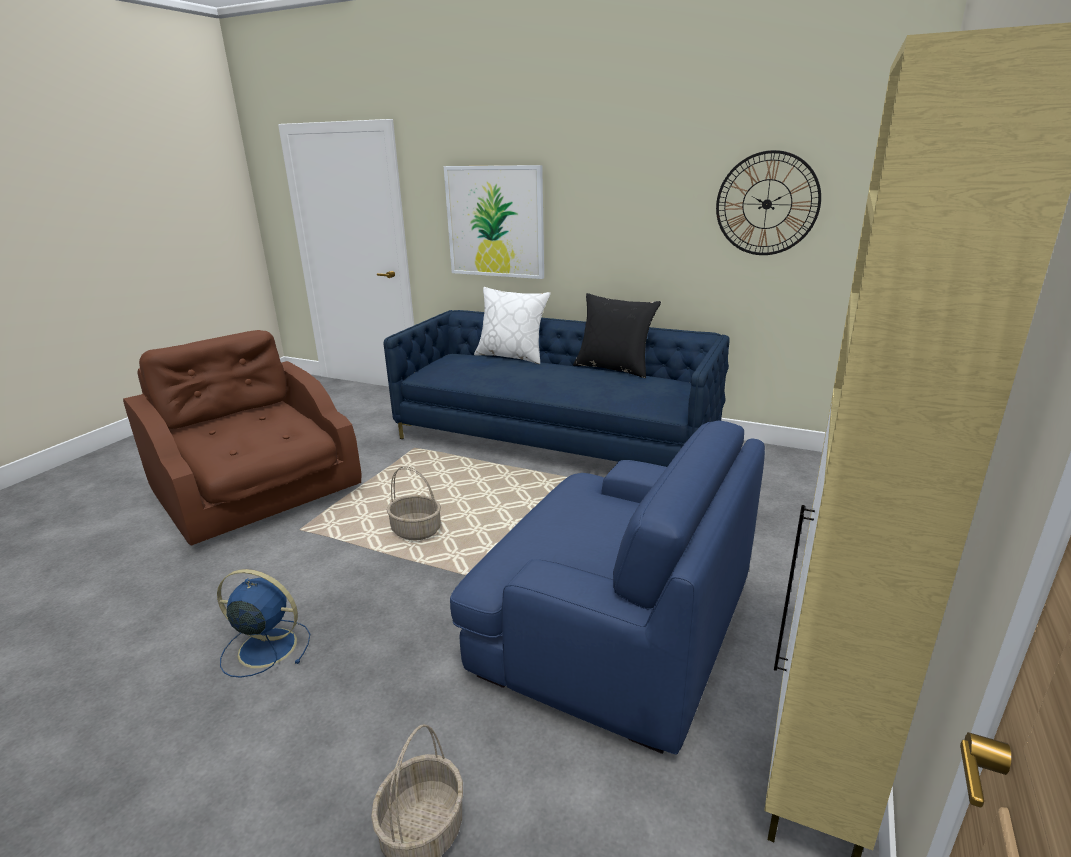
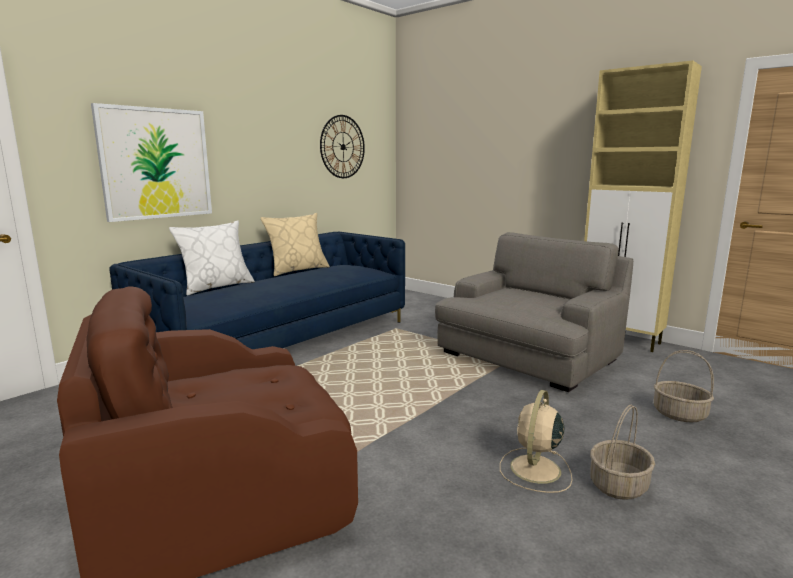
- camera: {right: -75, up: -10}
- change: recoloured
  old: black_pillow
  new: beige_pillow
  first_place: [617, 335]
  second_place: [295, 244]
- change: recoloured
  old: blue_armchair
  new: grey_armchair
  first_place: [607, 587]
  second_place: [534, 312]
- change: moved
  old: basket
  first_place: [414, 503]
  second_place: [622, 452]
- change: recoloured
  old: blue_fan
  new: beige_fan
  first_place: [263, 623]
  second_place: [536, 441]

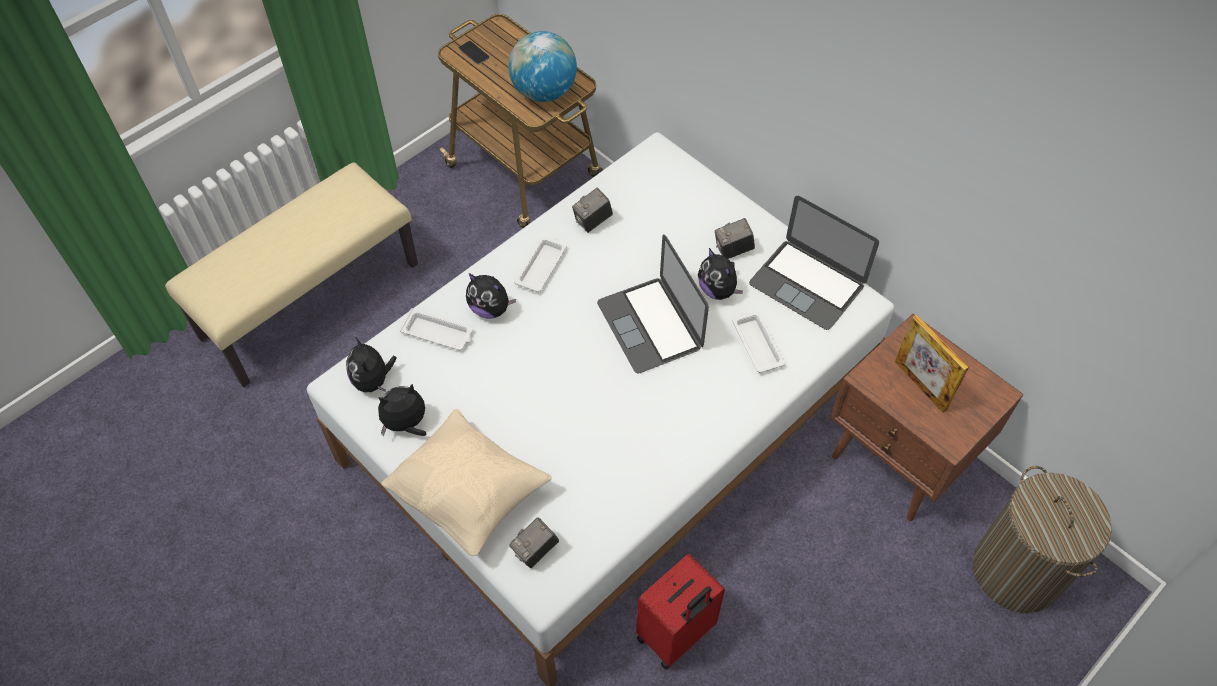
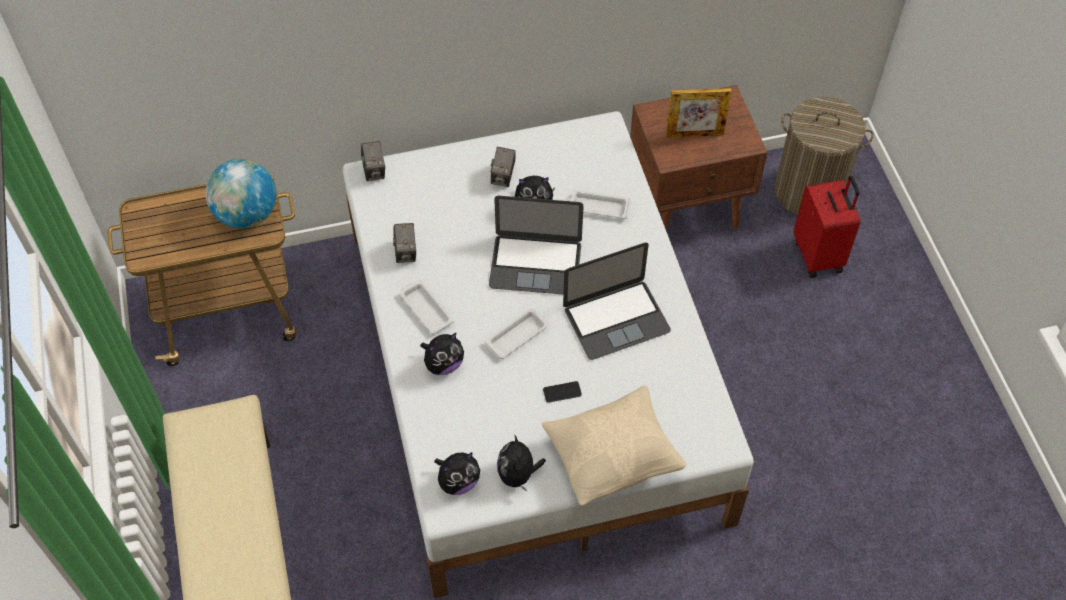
- camera: {right: -60, up: 0}
- change: moved
  old: phone
  first_place: [474, 53]
  second_place: [562, 392]
- change: moved
  old: laptop
  first_place: [814, 263]
  second_place: [617, 301]
- change: moved
  old: white_tray
  first_place: [436, 329]
  second_place: [517, 333]
- change: turned
  old: plush_toy
  first_place: [371, 364]
  second_place: [457, 473]
  degrees: -45
- change: moved
  old: photo_camera
  first_place: [534, 542]
  second_place: [373, 161]
- change: moved
  old: red_suitcase
  first_place: [680, 612]
  second_place: [827, 227]

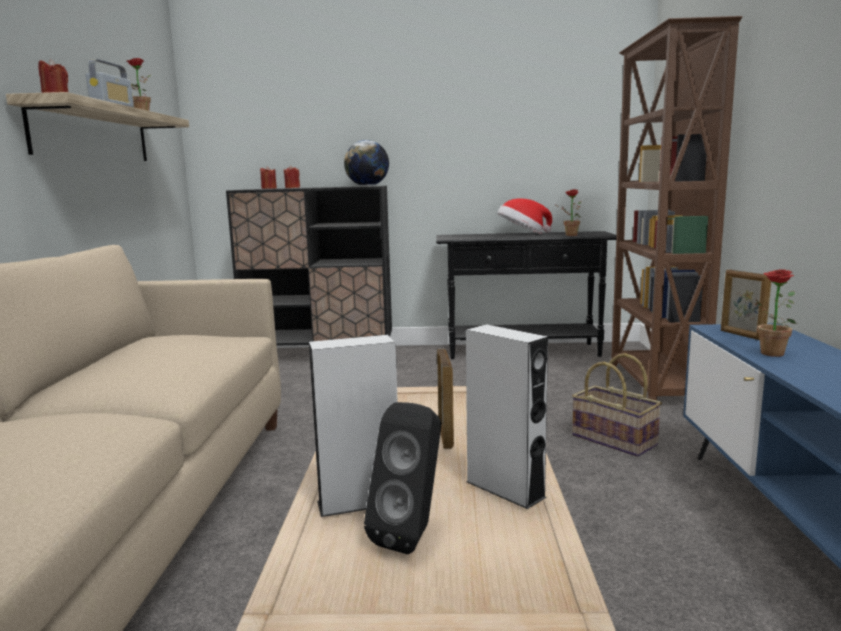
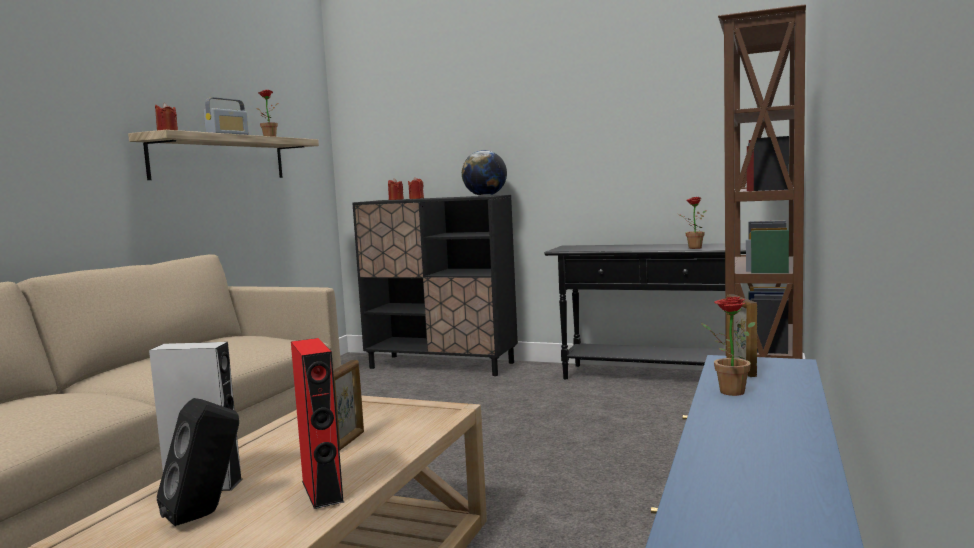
- camera: {right: 20, up: -5}
- change: removed
  old: hat
  first_place: [524, 216]
- change: recoloured
  old: grey_speaker
  new: red_speaker
  first_place: [507, 416]
  second_place: [317, 423]
- change: removed
  old: basket
  first_place: [617, 405]

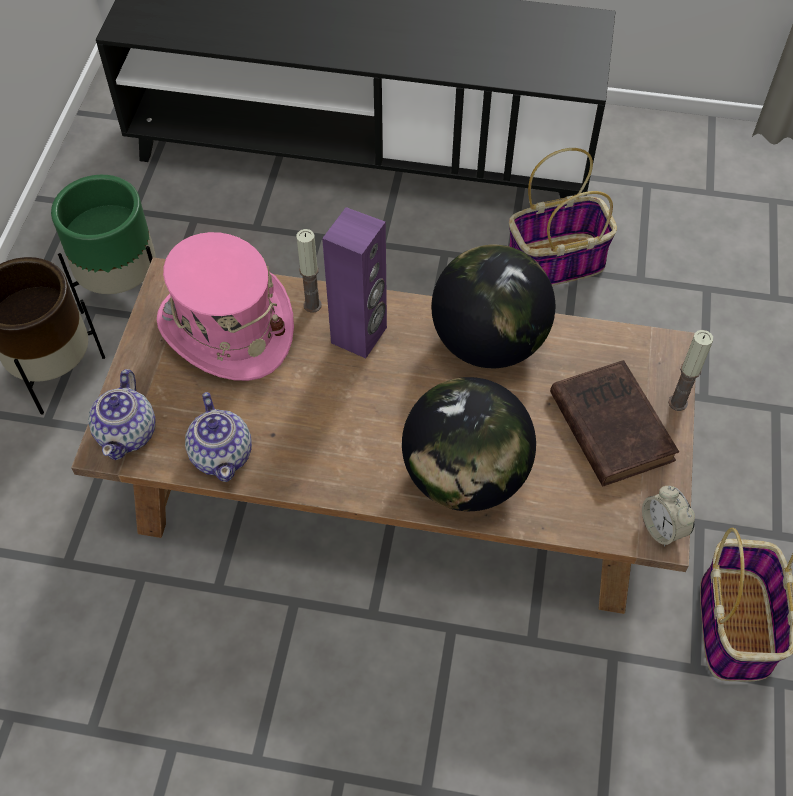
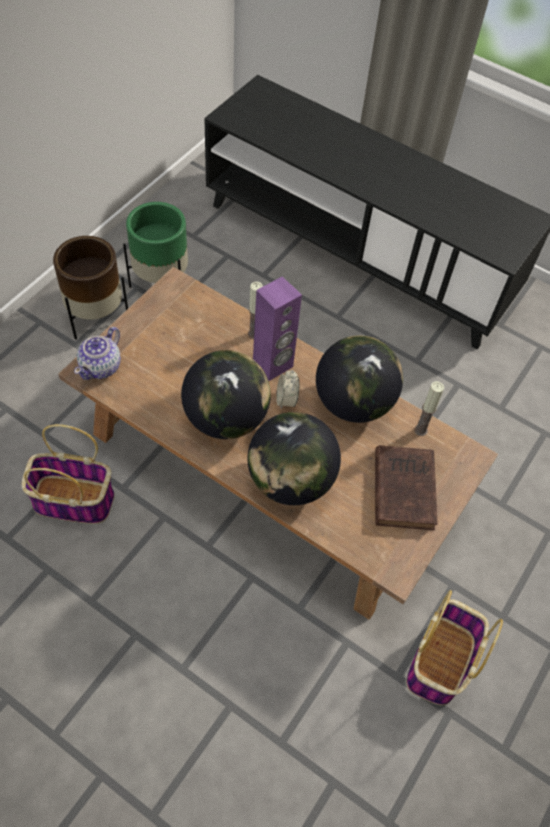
- camera: {right: 20, up: 0}
- change: moved
  old: basket
  first_place: [563, 217]
  second_place: [68, 474]
- change: removed
  old: pink_hat
  first_place: [225, 306]
- change: moved
  old: candle
  first_place: [690, 370]
  second_place: [429, 408]
- change: removed
  old: teapot
  first_place: [218, 437]
- change: moved
  old: alarm_clock
  first_place: [668, 516]
  second_place: [287, 389]
- change: added
  new: globe
  second_place: [226, 394]

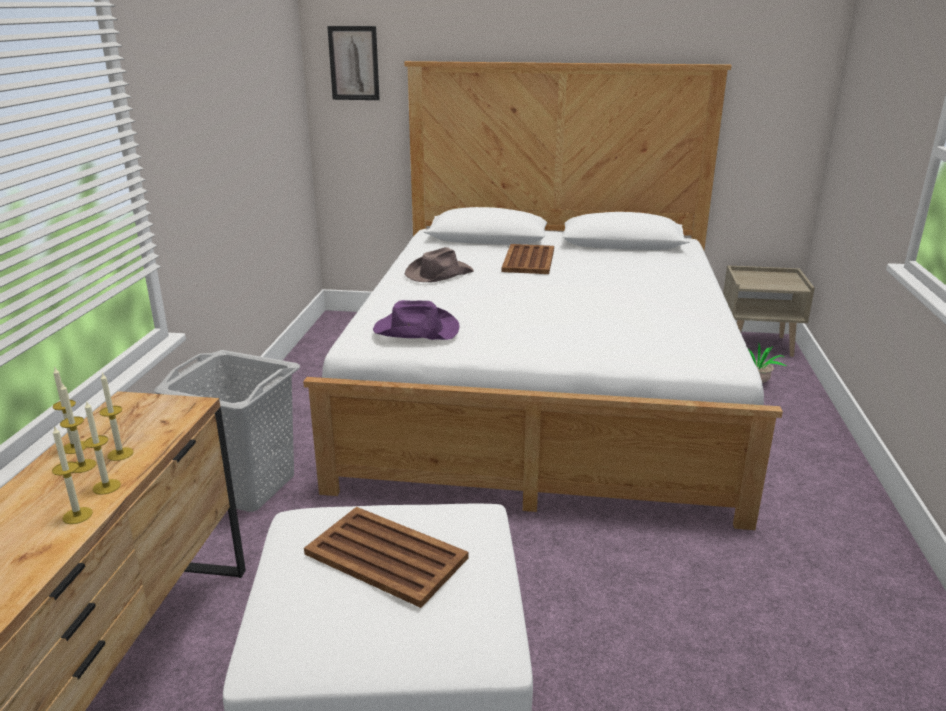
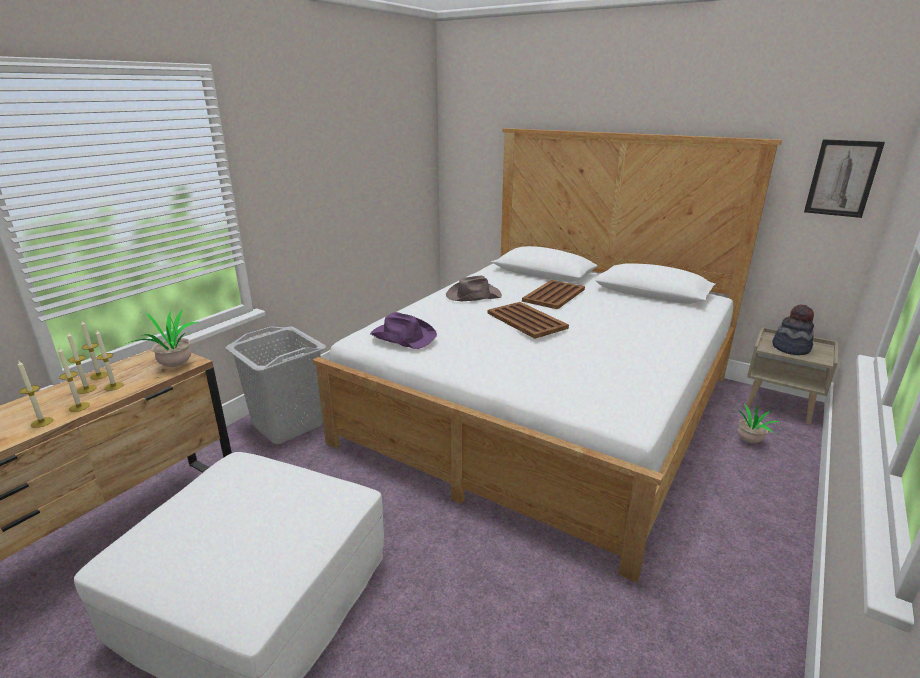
- camera: {right: 25, up: 0}
- change: moved
  old: picture
  first_place: [353, 63]
  second_place: [844, 178]
- change: moved
  old: brown_tray
  first_place: [386, 557]
  second_place: [528, 320]
- change: added
  new: hat
  second_place: [793, 329]
- change: added
  new: potted_plant
  second_place: [163, 338]

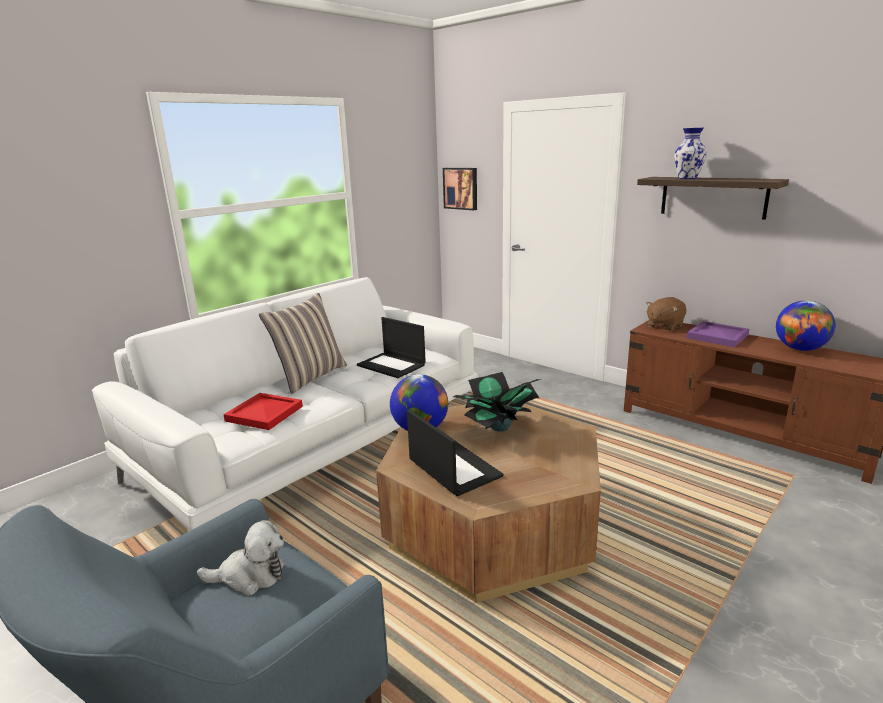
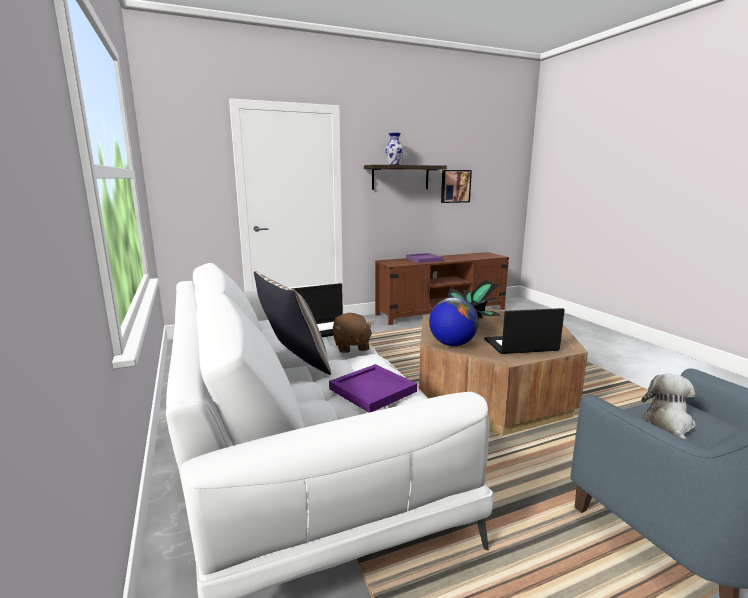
- camera: {right: -65, up: -5}
- change: moved
  old: picture
  first_place: [460, 189]
  second_place: [456, 186]
- change: moved
  old: brown_plush_toy
  first_place: [666, 314]
  second_place: [353, 333]
- change: removed
  old: globe
  first_place: [806, 325]
- change: recoloured
  old: red_tray
  new: purple_tray
  first_place: [263, 411]
  second_place: [373, 388]

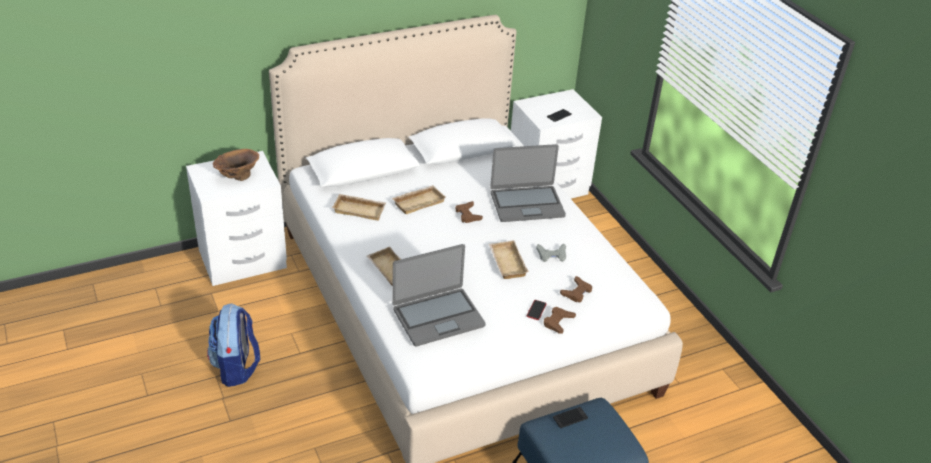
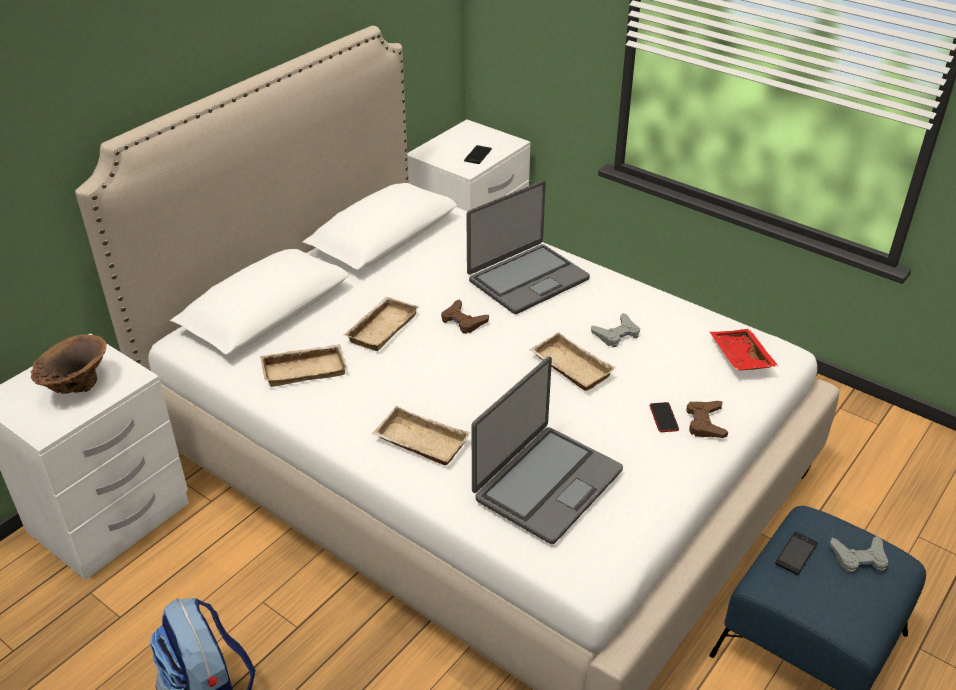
- camera: {right: -25, up: 0}
- change: removed
  old: brown_game_controller
  first_place: [576, 289]
- change: added
  new: red_tray
  second_place: [744, 349]
- change: added
  new: grey_game_controller
  second_place: [858, 554]

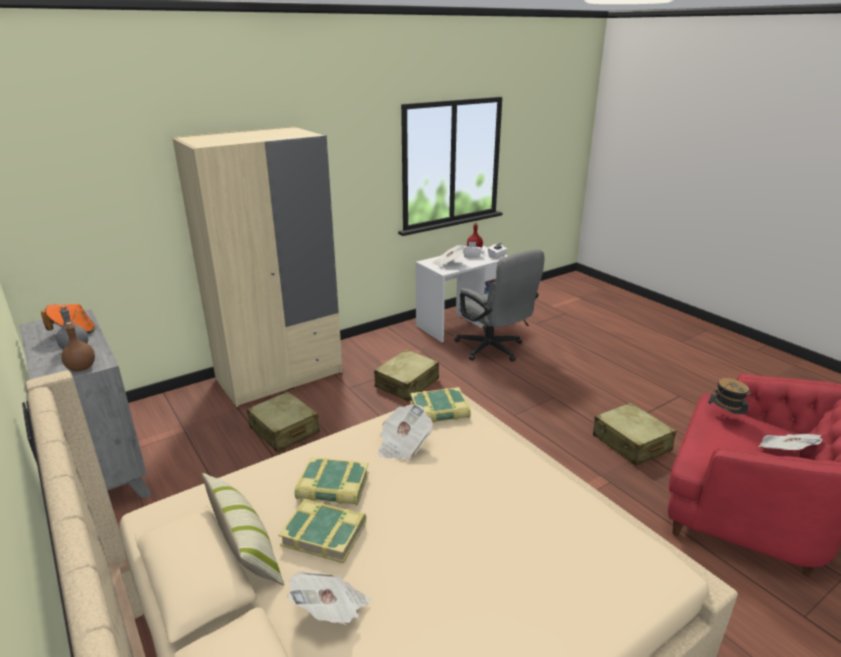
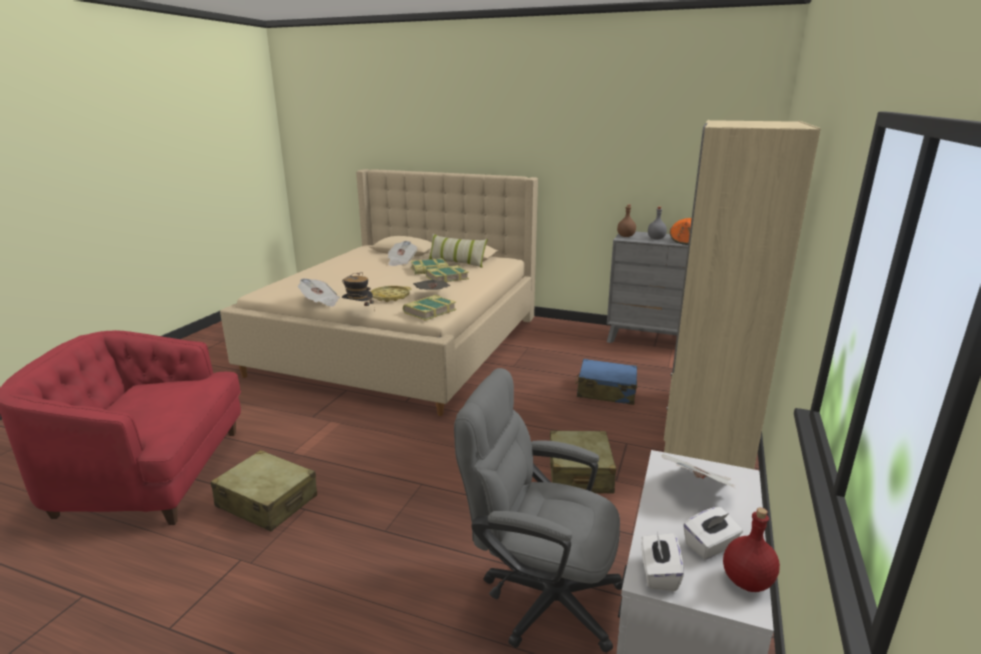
- camera: {right: 145, up: -5}
- change: moved
  old: hat
  first_place: [728, 396]
  second_place: [358, 289]
- change: recoloured
  old: beige_suitcase
  new: blue_suitcase
  first_place: [283, 421]
  second_place: [606, 382]
- change: moved
  old: newspaper
  first_place: [790, 442]
  second_place: [319, 292]
- change: added
  new: yellow_tray
  second_place: [391, 294]

